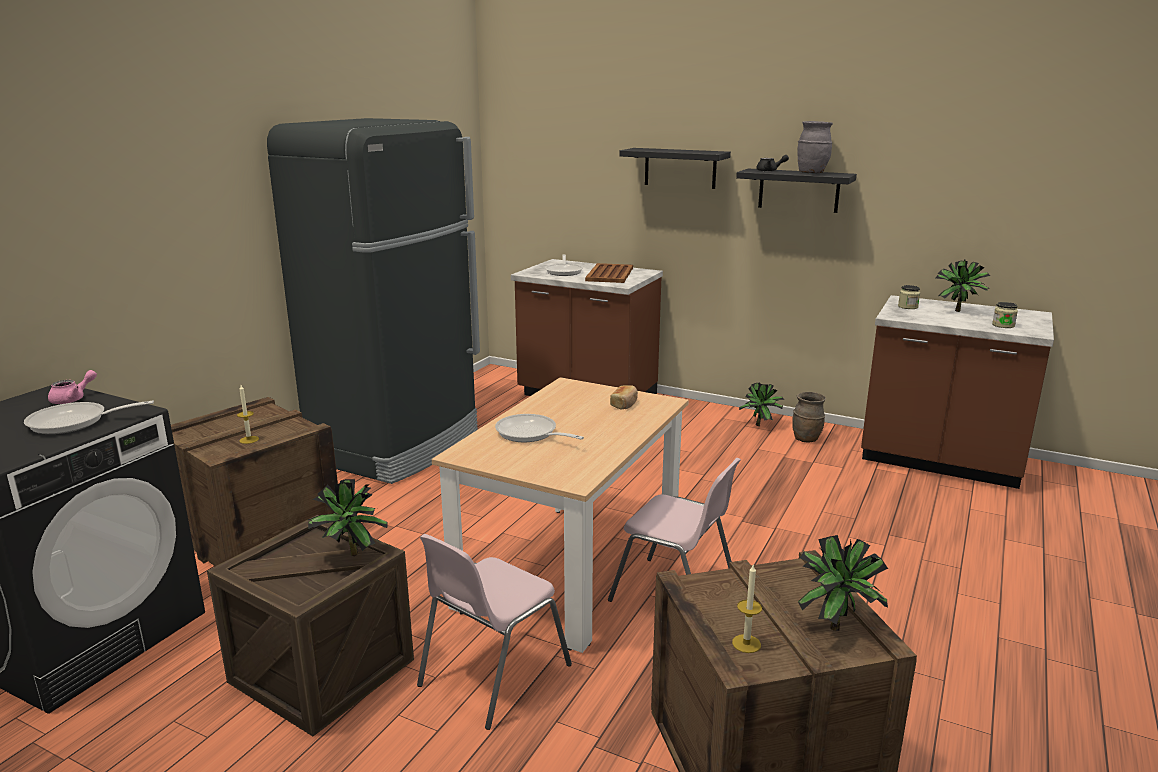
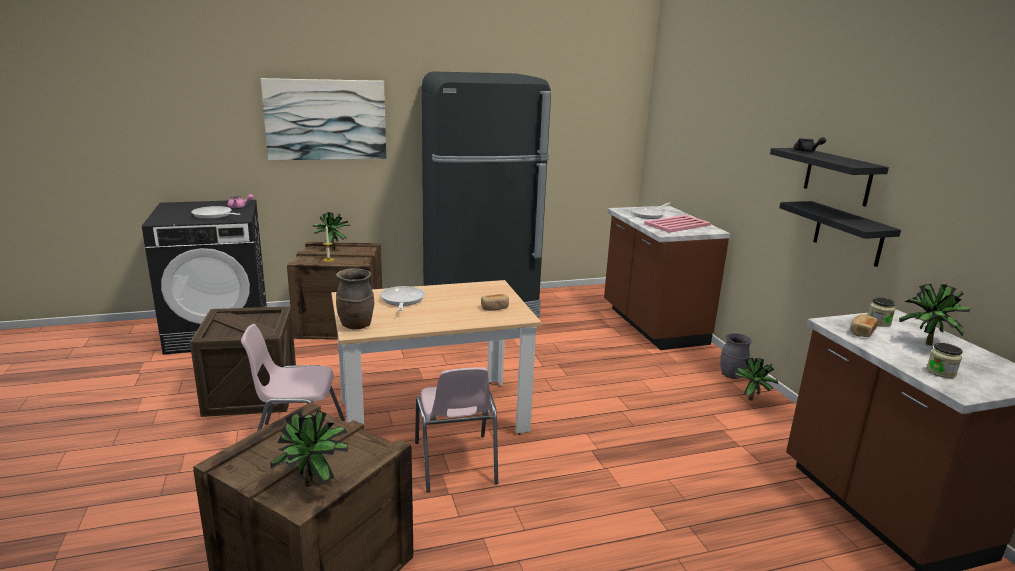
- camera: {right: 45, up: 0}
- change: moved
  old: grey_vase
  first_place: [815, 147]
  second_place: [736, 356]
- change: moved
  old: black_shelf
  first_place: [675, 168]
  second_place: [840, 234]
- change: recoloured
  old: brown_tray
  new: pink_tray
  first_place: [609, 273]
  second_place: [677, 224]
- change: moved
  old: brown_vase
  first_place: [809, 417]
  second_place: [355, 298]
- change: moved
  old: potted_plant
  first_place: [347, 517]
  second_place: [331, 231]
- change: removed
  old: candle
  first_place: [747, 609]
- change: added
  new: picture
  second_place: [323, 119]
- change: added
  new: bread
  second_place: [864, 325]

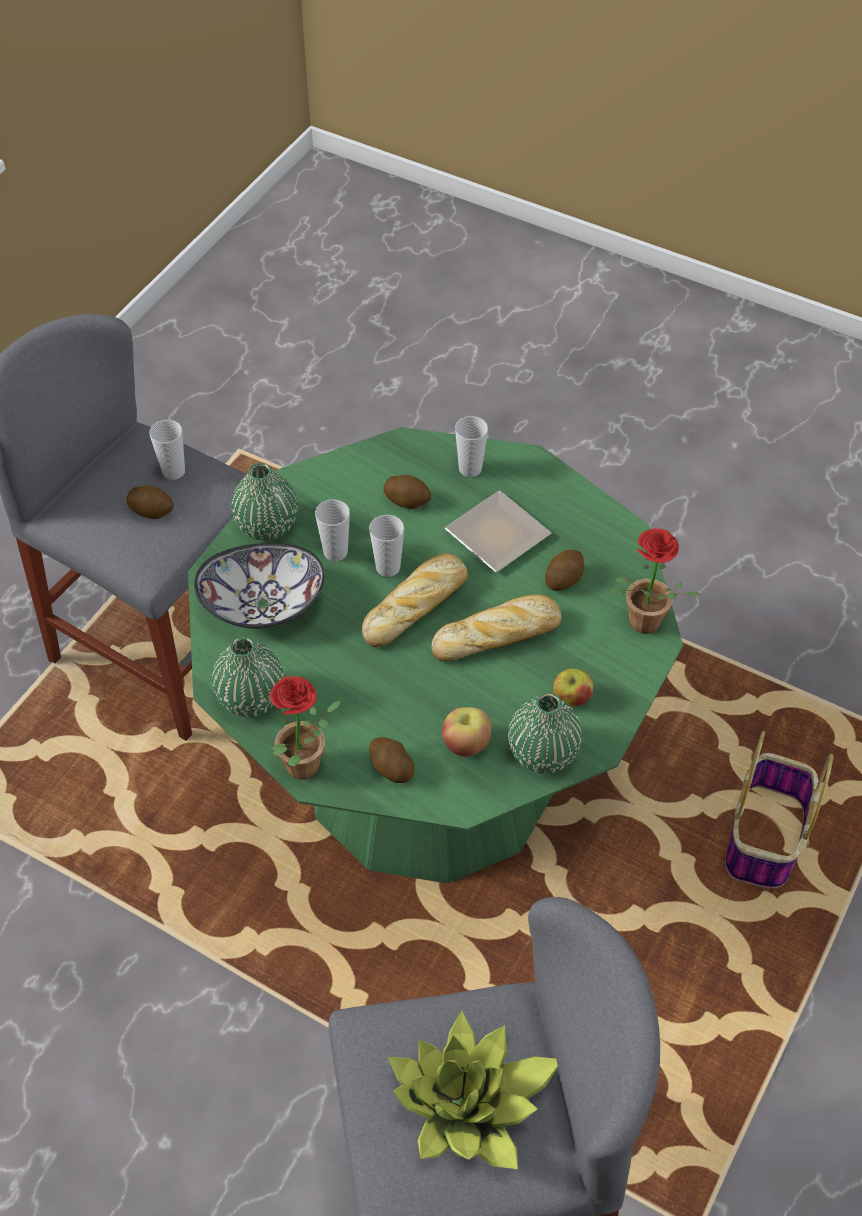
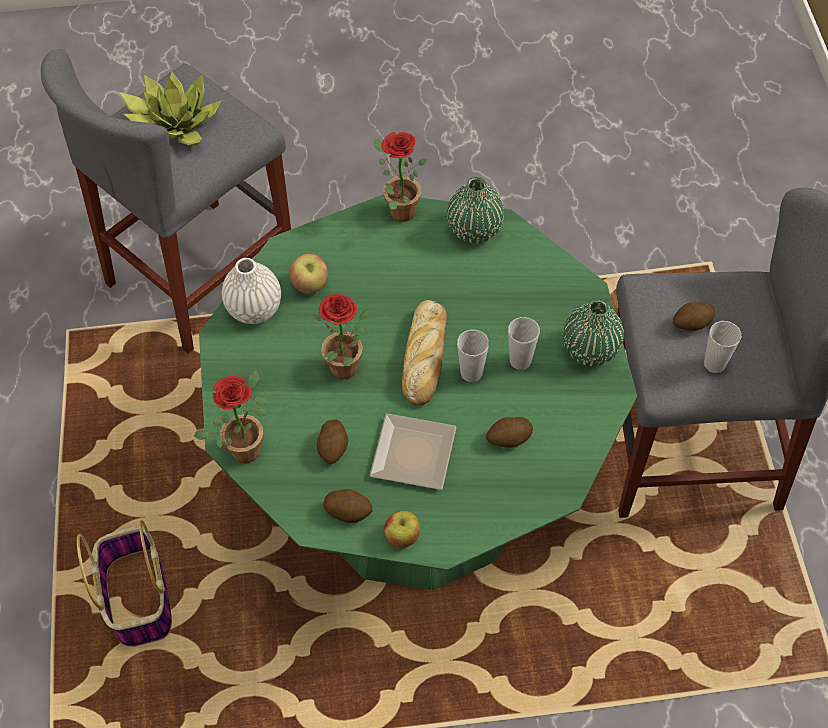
- camera: {right: 145, up: 5}
- change: removed
  old: cup
  first_place: [471, 446]
- change: removed
  old: bowl
  first_place: [259, 586]
- change: replaced
  old: bread
  new: potted_plant
  first_place: [496, 627]
  second_place: [341, 336]
- change: moved
  old: apple
  first_place: [573, 687]
  second_place: [402, 529]
- change: recoloured
  old: green_vase
  new: white_vase
  first_place: [545, 733]
  second_place: [251, 291]
- change: moved
  old: potato
  first_place: [391, 760]
  second_place: [348, 506]

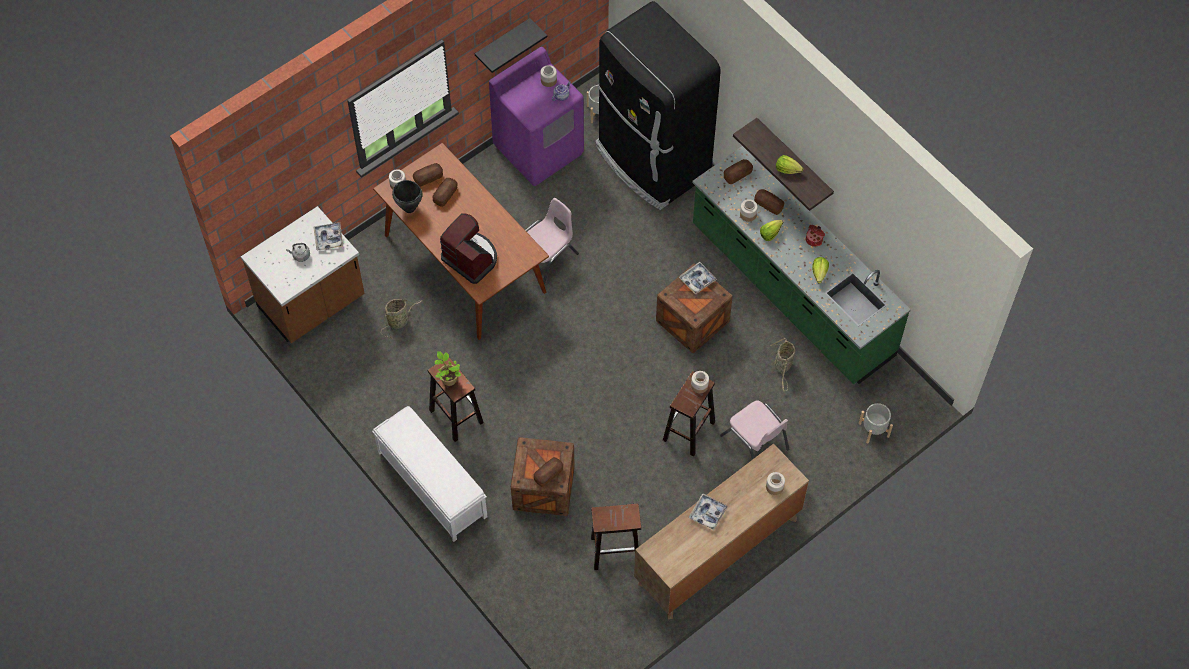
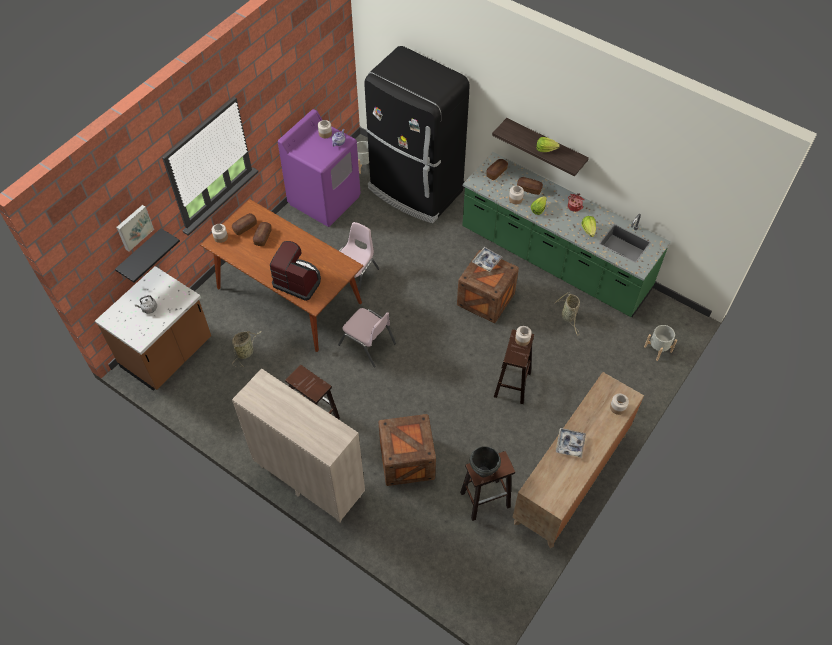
- camera: {right: -15, up: -5}
- change: moved
  old: black_shelf
  first_place: [511, 45]
  second_place: [147, 255]
- change: moved
  old: black_cooking_pot
  first_place: [407, 196]
  second_place: [485, 461]
- change: removed
  old: tray
  first_place: [328, 236]
- change: removed
  old: potted_plant
  first_place: [448, 368]
- change: moved
  old: pink_chair
  first_place: [754, 430]
  second_place: [367, 337]
- change: replaced
  old: white_bench
  new: beige_cabinet
  first_place: [430, 474]
  second_place: [298, 445]
- change: removed
  old: bread
  first_place: [548, 472]
- change: added
  new: picture
  second_place: [135, 228]

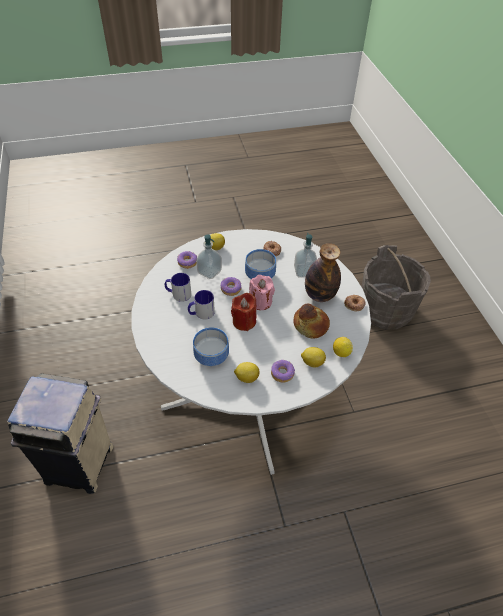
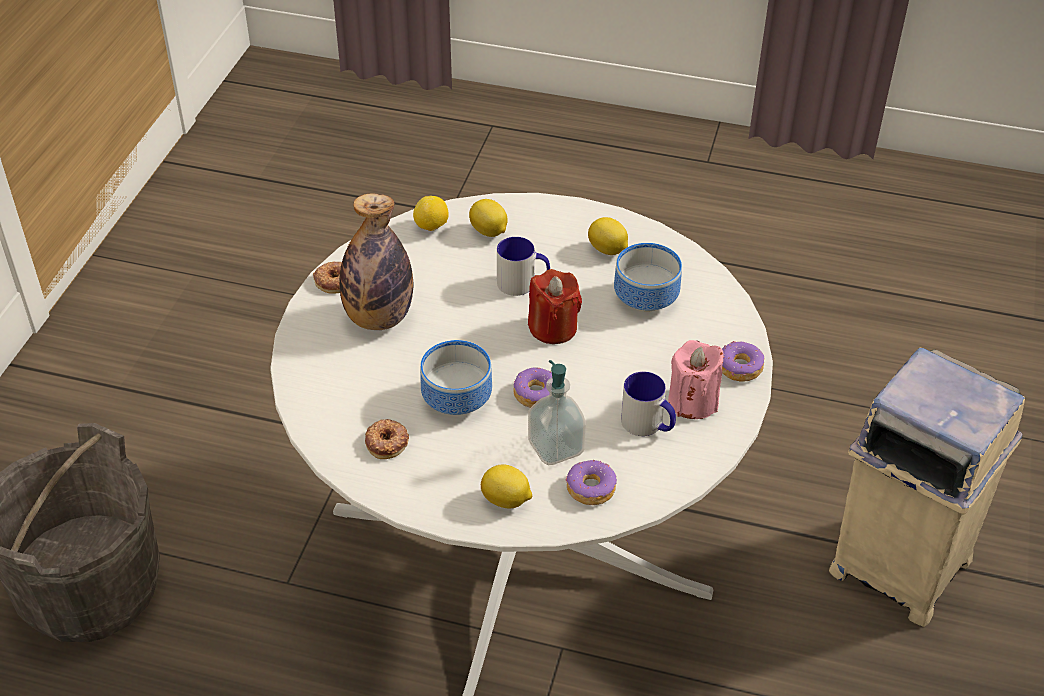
- camera: {right: -150, up: -5}
- change: removed
  old: soap_dispenser
  first_place: [305, 255]
- change: moved
  old: pink_candle
  first_place: [262, 292]
  second_place: [695, 379]
- change: moved
  old: mug
  first_place: [201, 304]
  second_place: [523, 266]
- change: removed
  old: bread
  first_place: [311, 321]
- change: moved
  old: donut
  first_place: [283, 371]
  second_place: [743, 361]

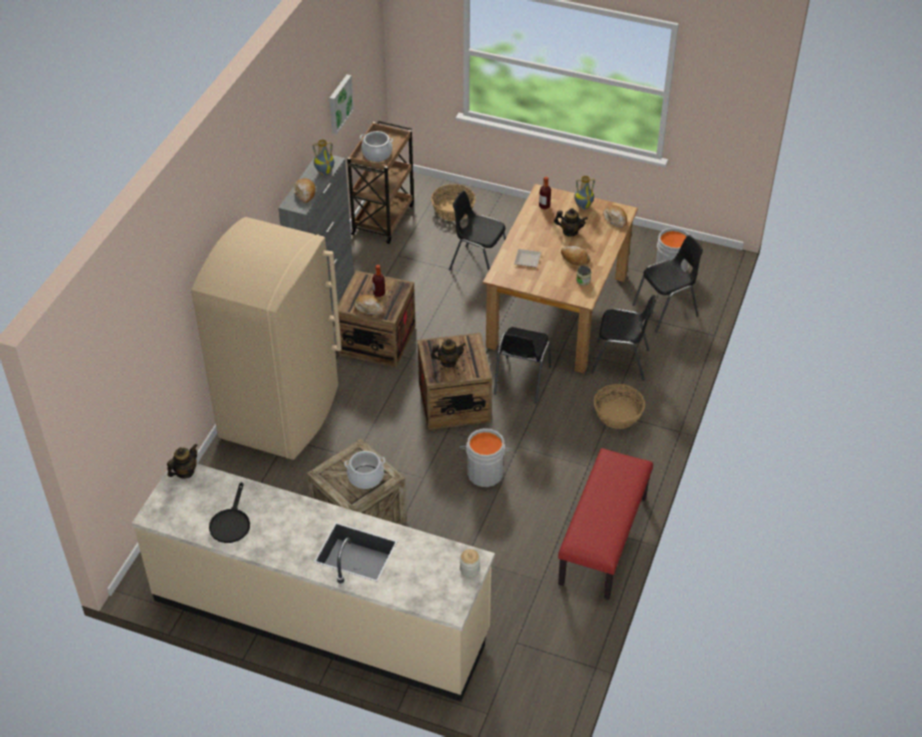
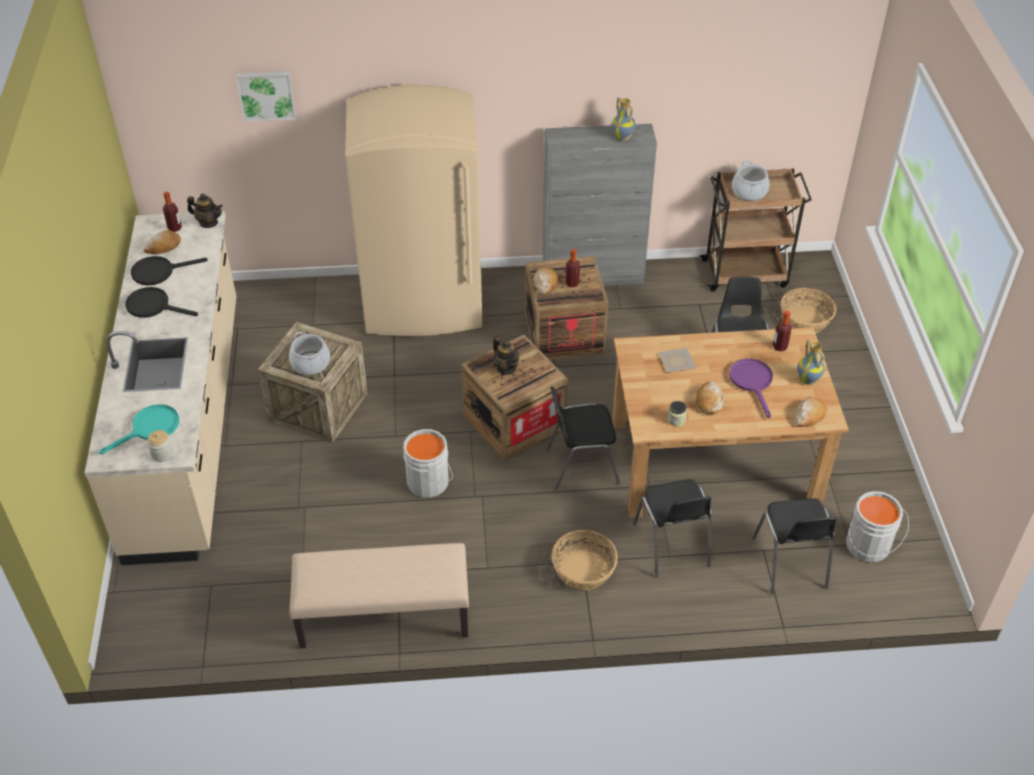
- camera: {right: 65, up: 0}
- change: moved
  old: picture
  first_place: [341, 104]
  second_place: [266, 96]
- change: moved
  old: bread
  first_place: [304, 190]
  second_place: [162, 242]
- change: replaced
  old: teapot
  new: purple_frying_pan
  first_place: [571, 222]
  second_place: [751, 388]
- change: turned
  old: black_chair
  first_place: [667, 284]
  second_place: [794, 546]
  degrees: 45
- change: recoloured
  old: red_bench
  new: beige_bench
  first_place: [605, 524]
  second_place: [379, 595]
- change: added
  new: bottle
  second_place: [172, 212]
- change: added
  new: black_frying_pan
  second_place: [161, 302]
- change: added
  new: turquoise_frying_pan
  second_place: [139, 429]

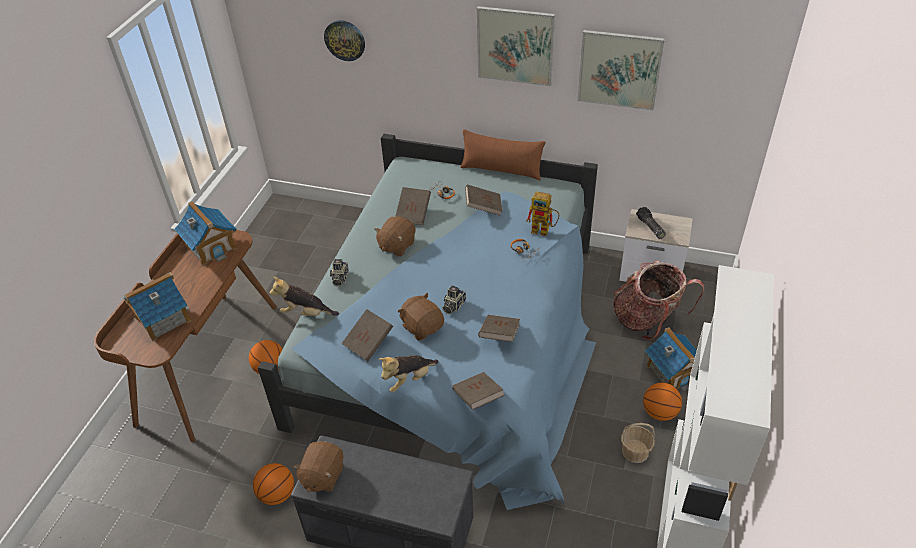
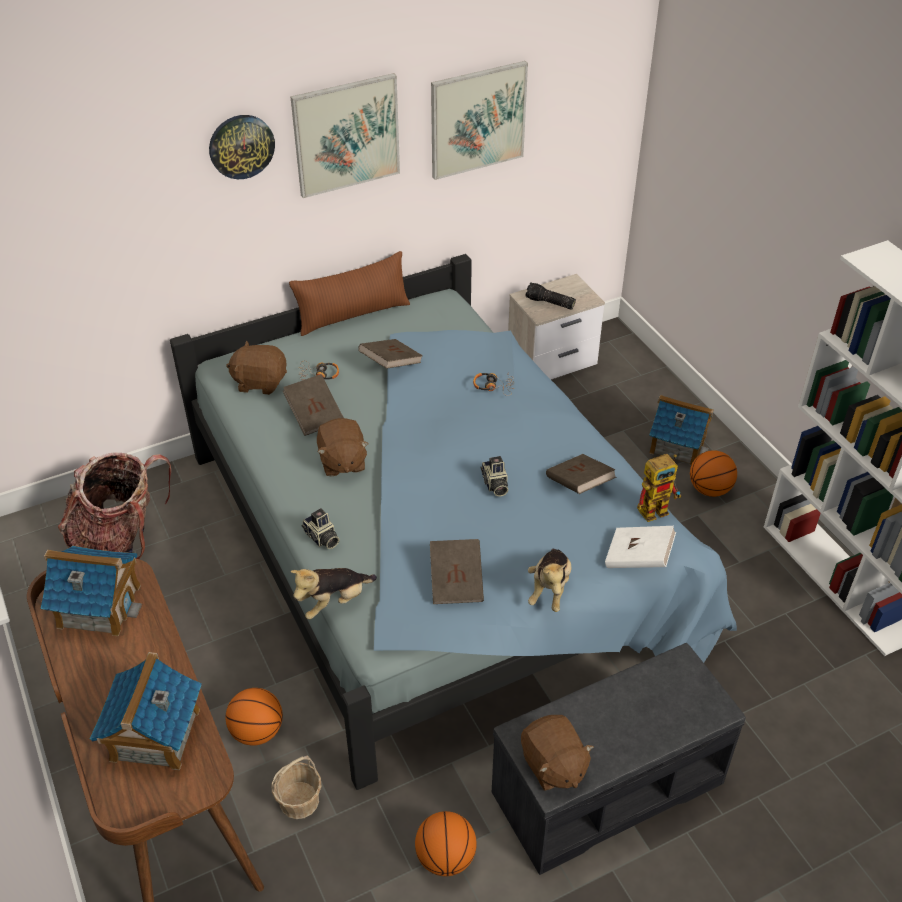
- camera: {right: -45, up: 0}
- change: moved
  old: wall_clock
  first_place: [344, 40]
  second_place: [242, 147]
- change: moved
  old: toy_robot
  first_place: [542, 214]
  second_place: [659, 488]
- change: moved
  old: backpack
  first_place: [658, 300]
  second_place: [114, 505]
- change: moved
  old: brown_plush_toy
  first_place: [420, 316]
  second_place: [256, 367]
- change: recoloured
  old: brown_book
  new: white_book
  first_place: [478, 391]
  second_place: [640, 547]
- change: moved
  old: basket
  first_place: [638, 443]
  second_place: [296, 787]

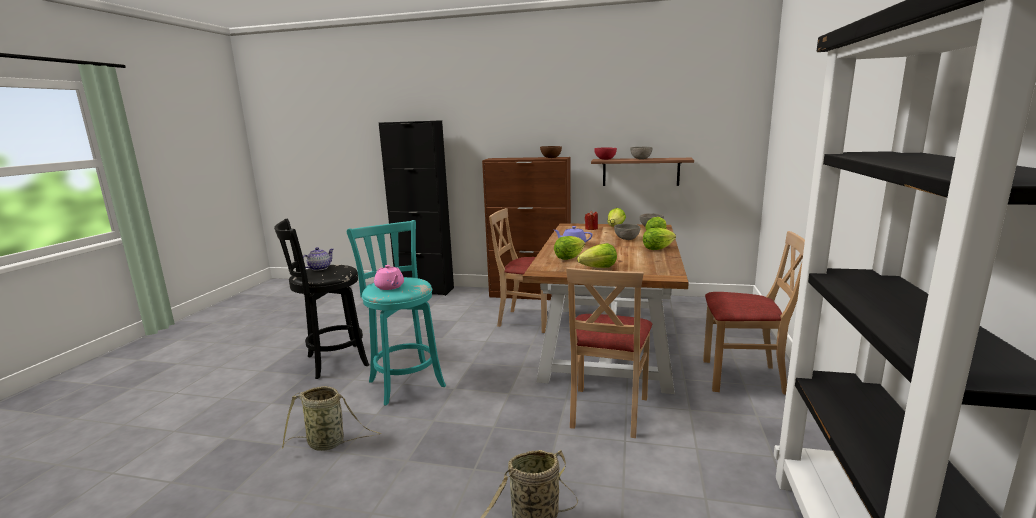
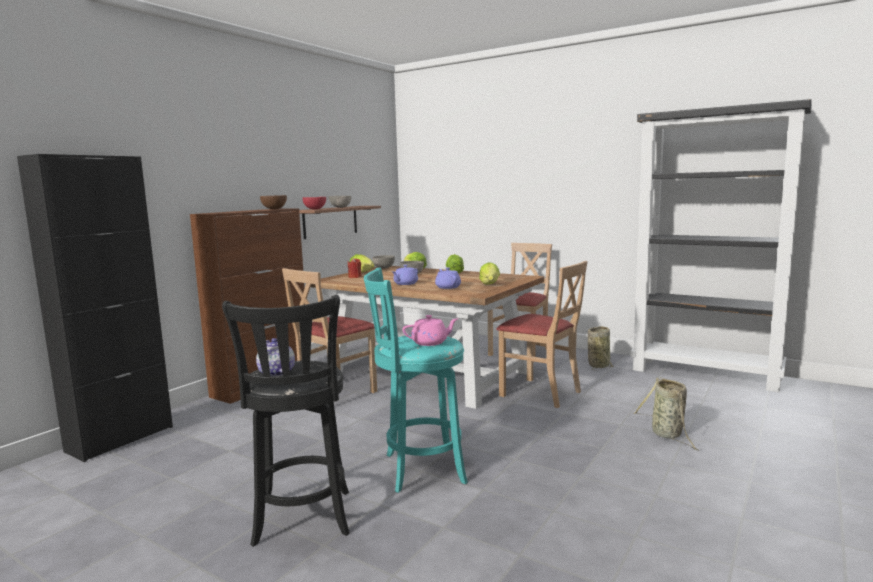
- camera: {right: -70, up: -5}
- change: replaced
  old: lettuce
  new: purple_teapot
  first_place: [569, 248]
  second_place: [448, 278]
- change: moved
  old: basket
  first_place: [331, 418]
  second_place: [601, 348]

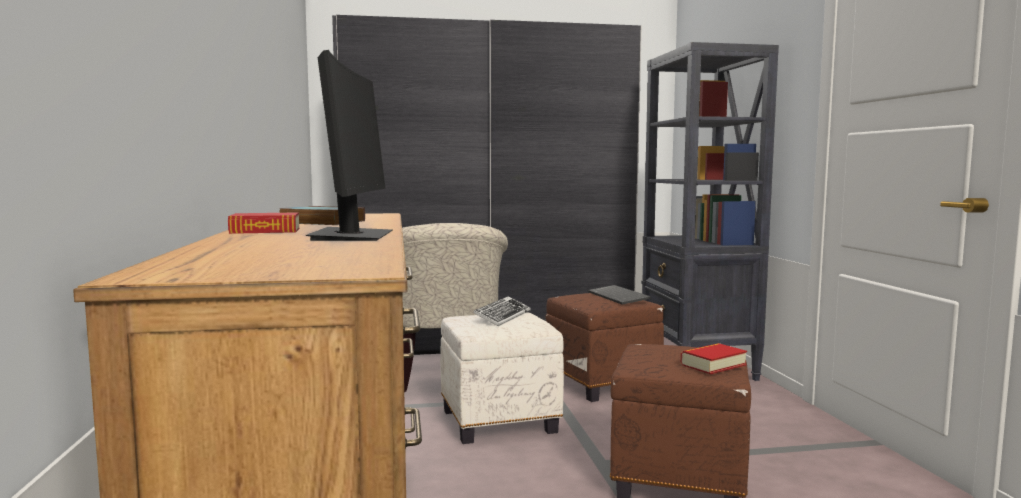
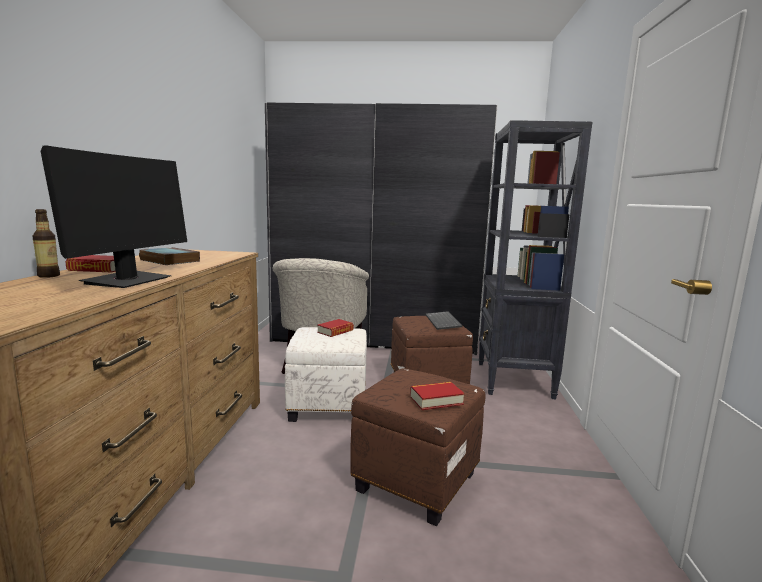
- camera: {right: 15, up: 5}
- change: replaced
  old: keyboard
  new: book
  first_place: [501, 311]
  second_place: [335, 328]
- change: added
  new: bottle
  second_place: [46, 243]

